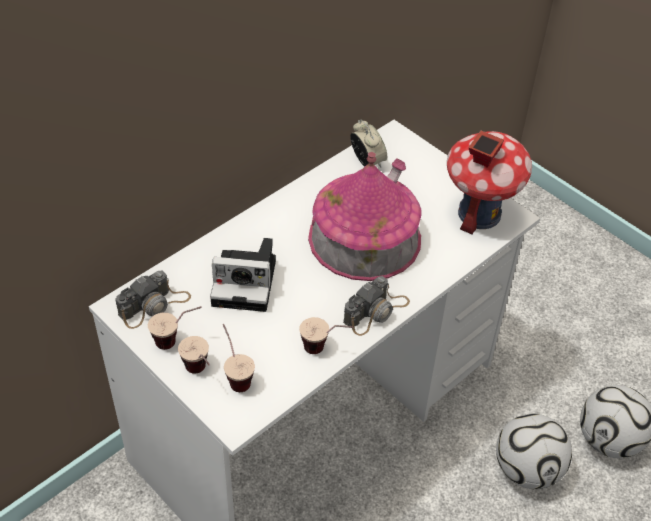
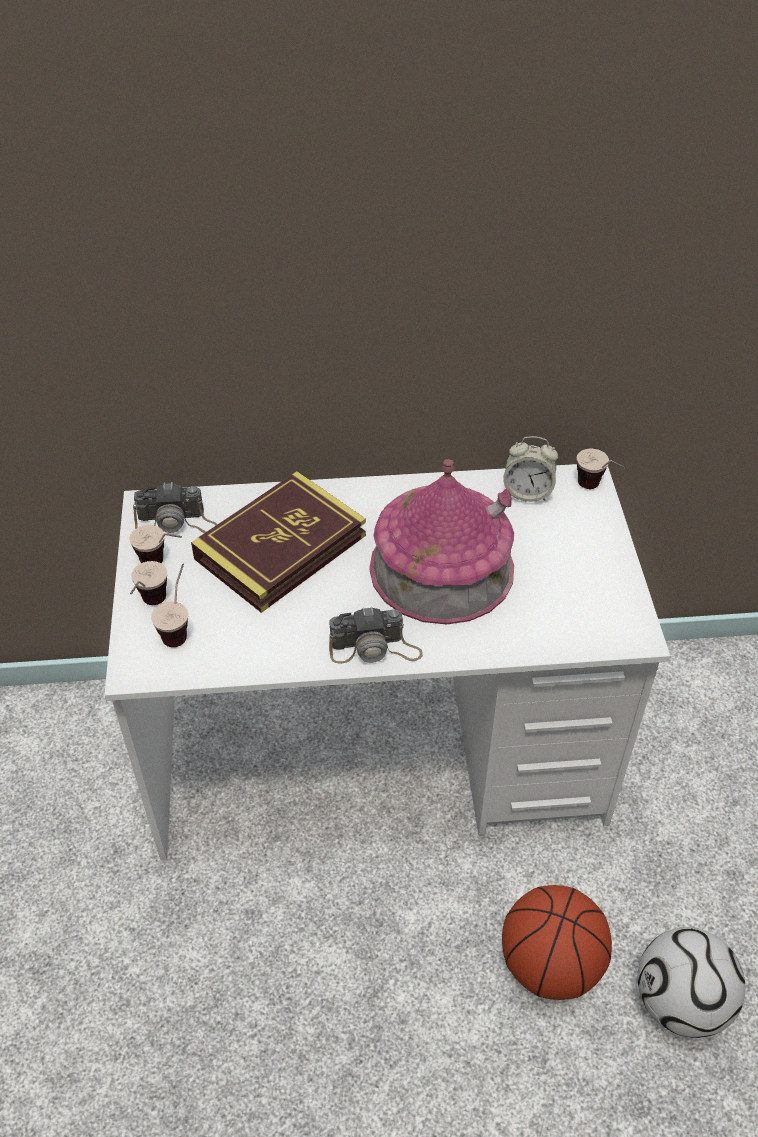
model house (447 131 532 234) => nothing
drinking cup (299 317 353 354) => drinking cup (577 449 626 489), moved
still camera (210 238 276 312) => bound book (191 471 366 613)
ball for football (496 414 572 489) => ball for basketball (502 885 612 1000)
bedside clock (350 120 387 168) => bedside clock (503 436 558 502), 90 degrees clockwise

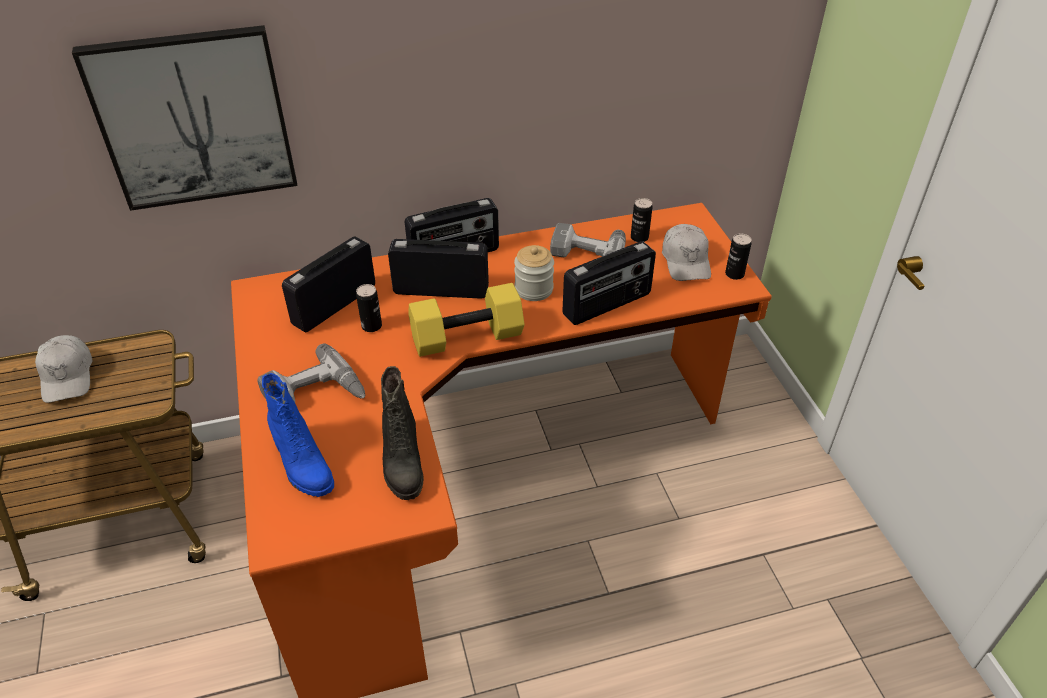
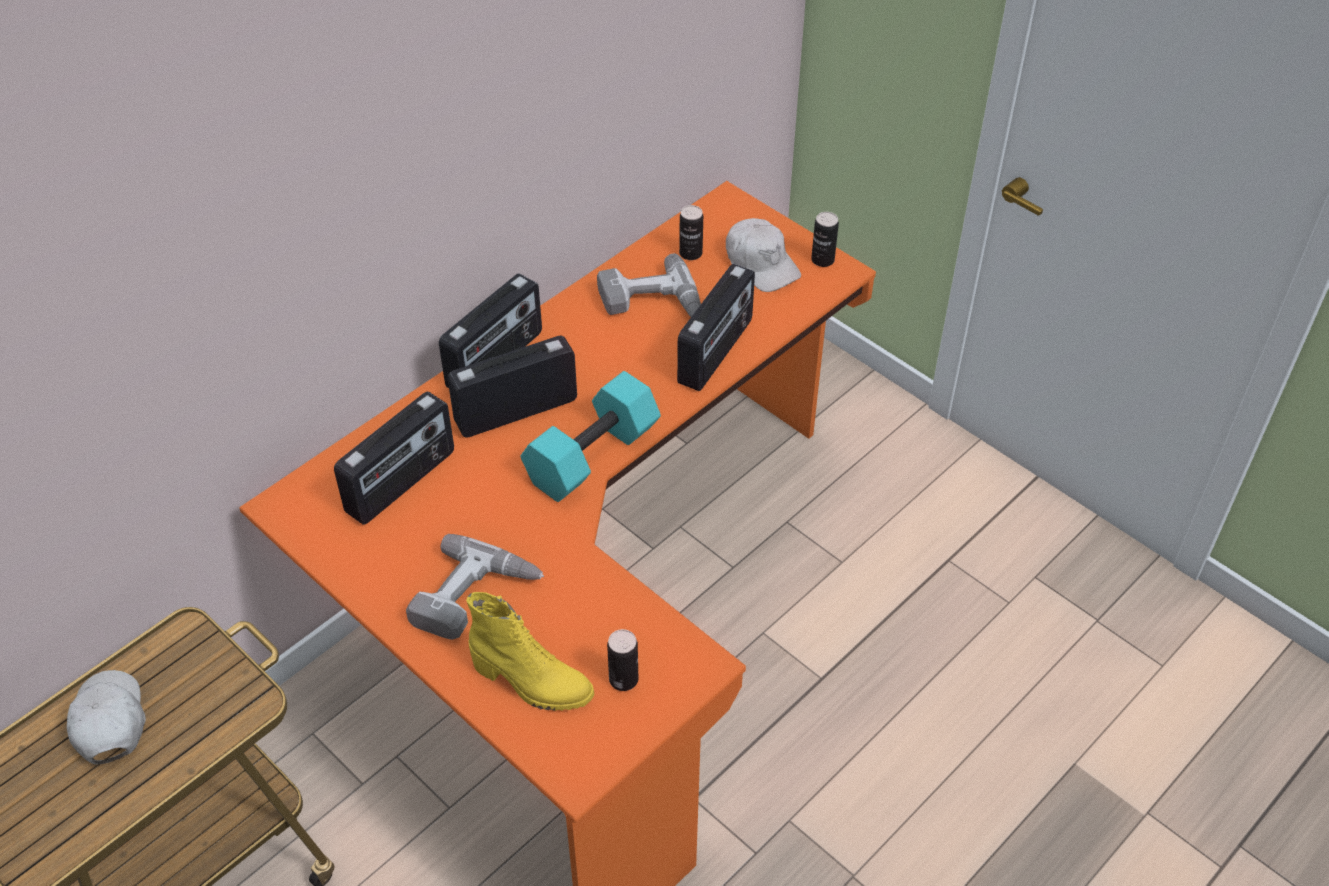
picture (72 25 298 211) => nothing
black tall boot (381 366 424 500) => nothing
preserve jar (514 245 554 301) => nothing
metal can (356 284 382 332) => metal can (607 629 638 691), moved
blue-coloured tall boot (262 373 334 497) => yellow-coloured tall boot (466 592 594 711)
yellow-coloured hand weight (408 283 525 357) => blue-green hand weight (521 371 661 502)
white-coloured cap (35 335 93 403) => white-coloured cap (67 670 146 764), 150 degrees counterclockwise
radio set (282 236 375 332) => radio set (334 392 454 524), 150 degrees counterclockwise

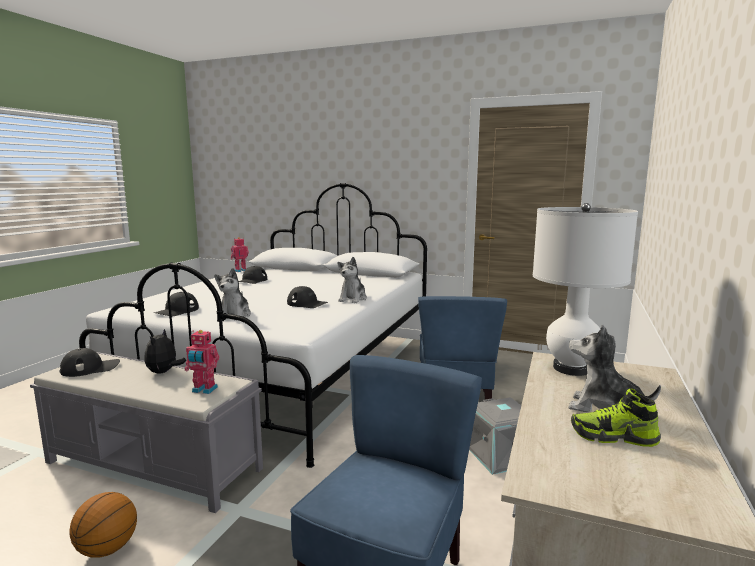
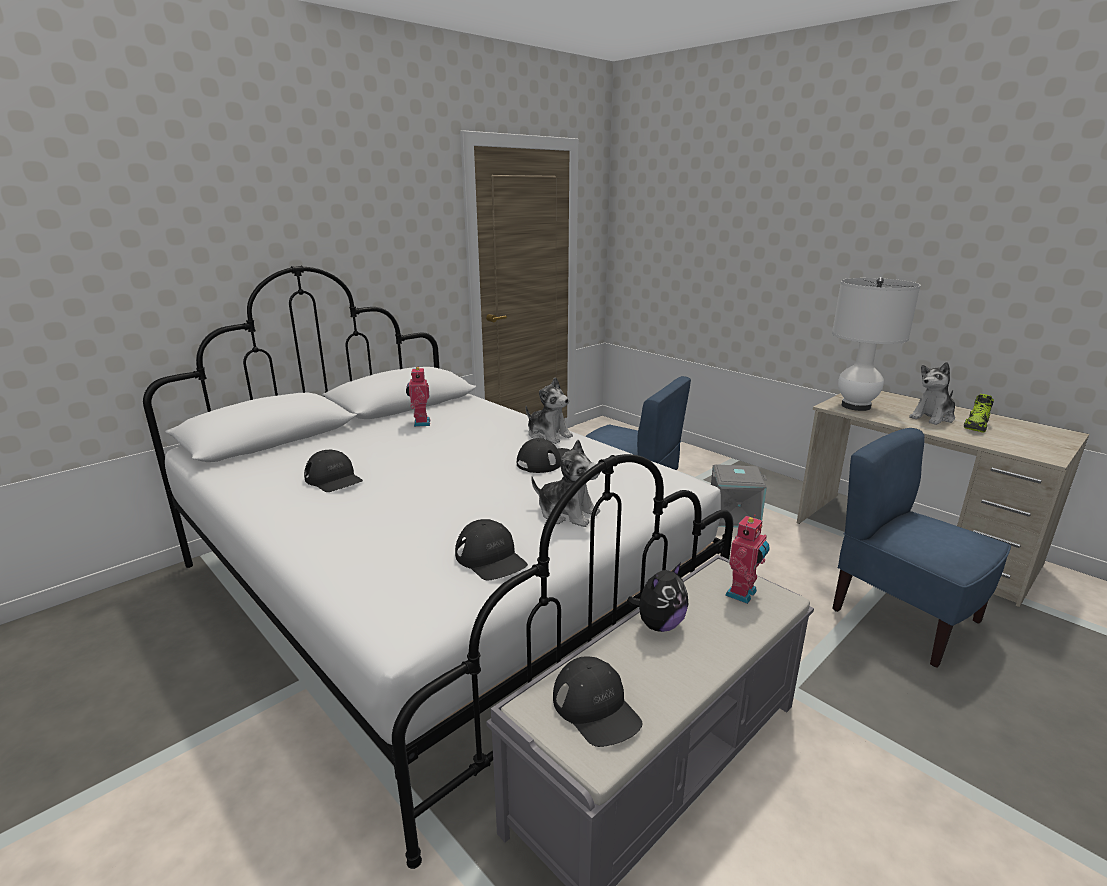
ball for basketball (69 492 137 558) => nothing
model robot (231 237 249 272) => model robot (406 366 430 427), moved
black cap (60 348 120 377) => black cap (553 656 643 747), 150 degrees clockwise
cuddly toy (144 329 186 374) => cuddly toy (627 563 688 632), 75 degrees counterclockwise

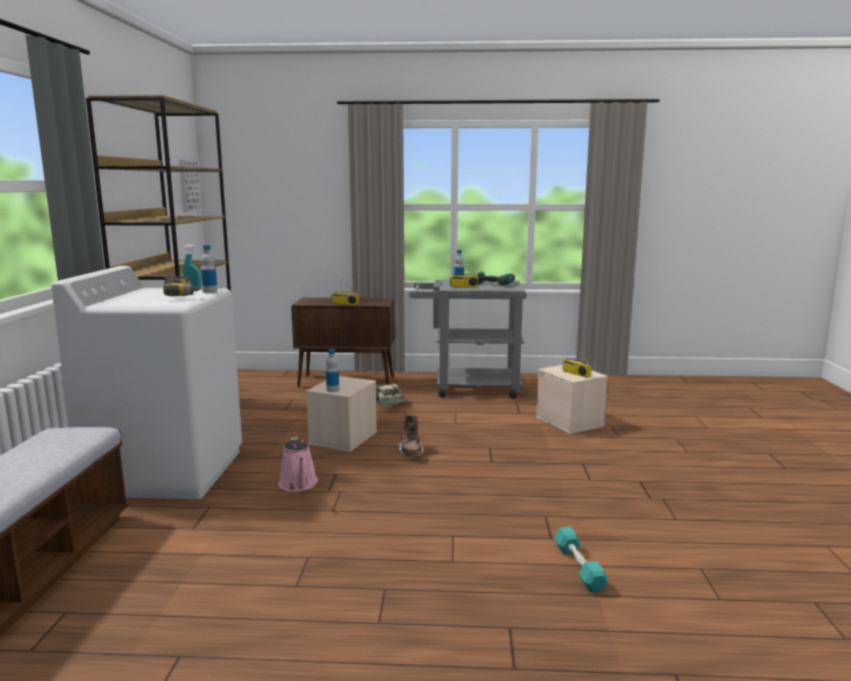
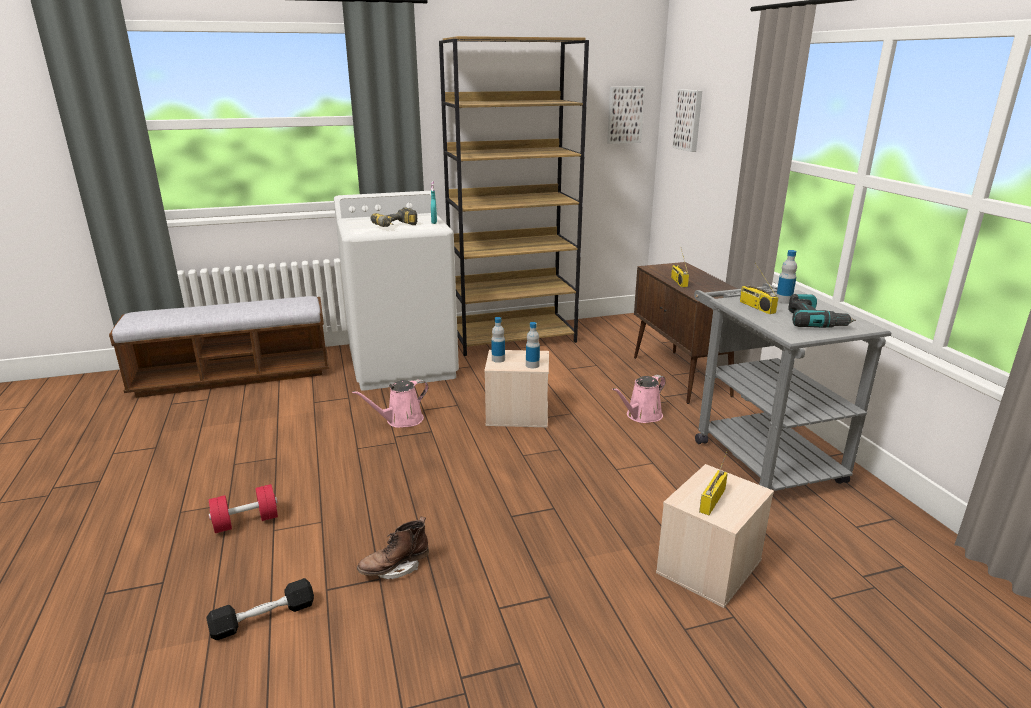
nothing => reddish hand weight (209 484 278 533)
nothing => picture (672 89 702 152)
drink bottle (201 245 218 293) => drink bottle (526 322 540 368), moved
brown tall boot (397 413 424 457) => brown tall boot (357 517 429 579), moved
cap (376 383 411 407) => pinkish watering can (612 375 666 423)
blue-green hand weight (554 527 609 592) => black hand weight (206 578 314 640)

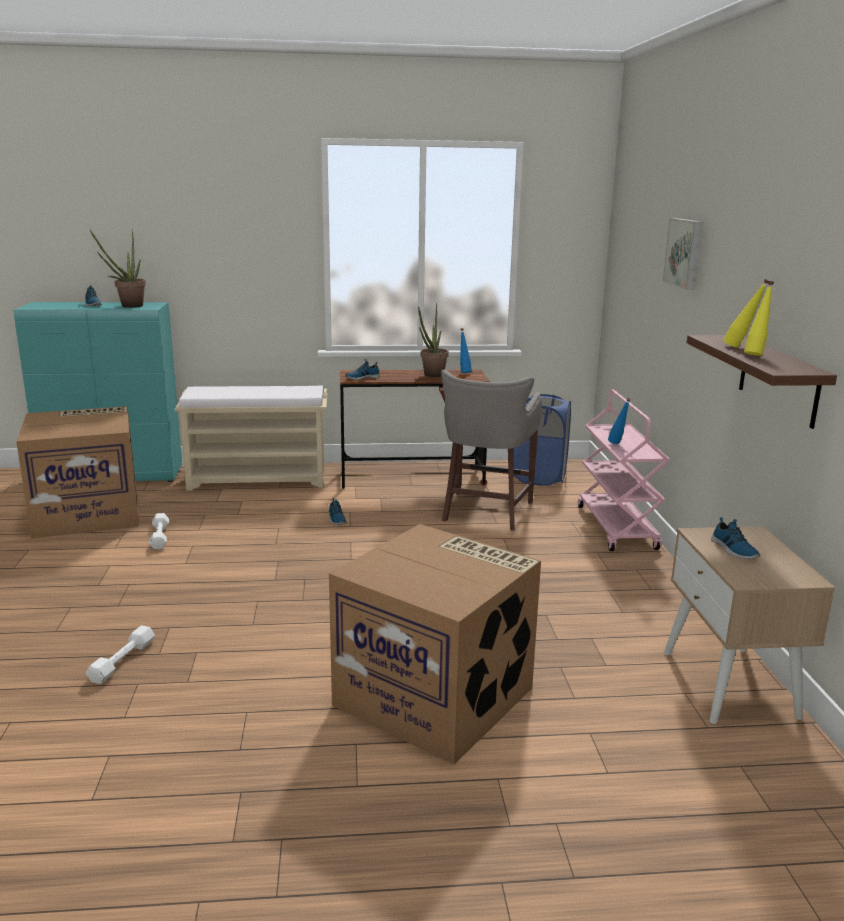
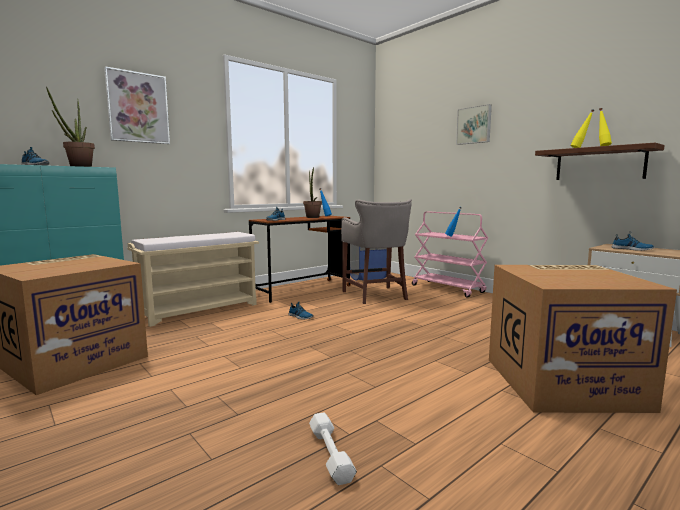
white-coloured hand weight (149 513 169 550) => nothing
nothing => picture (104 66 170 144)

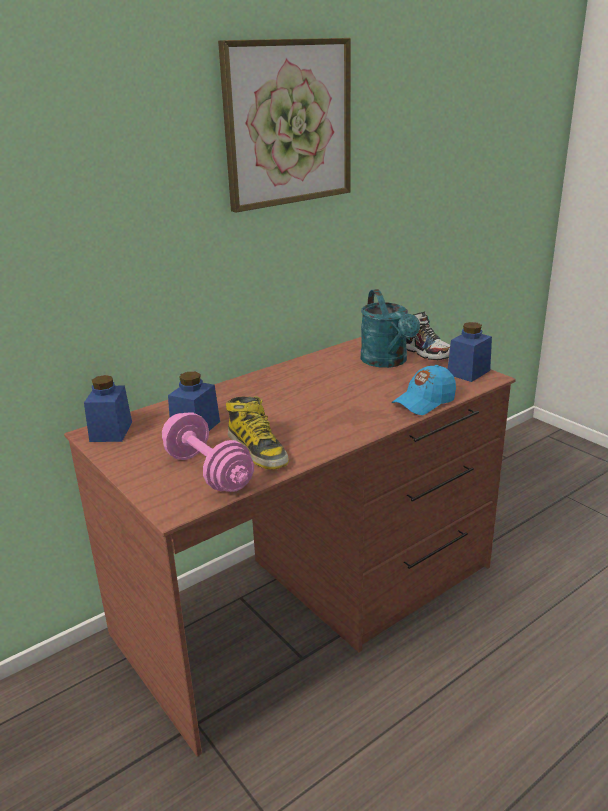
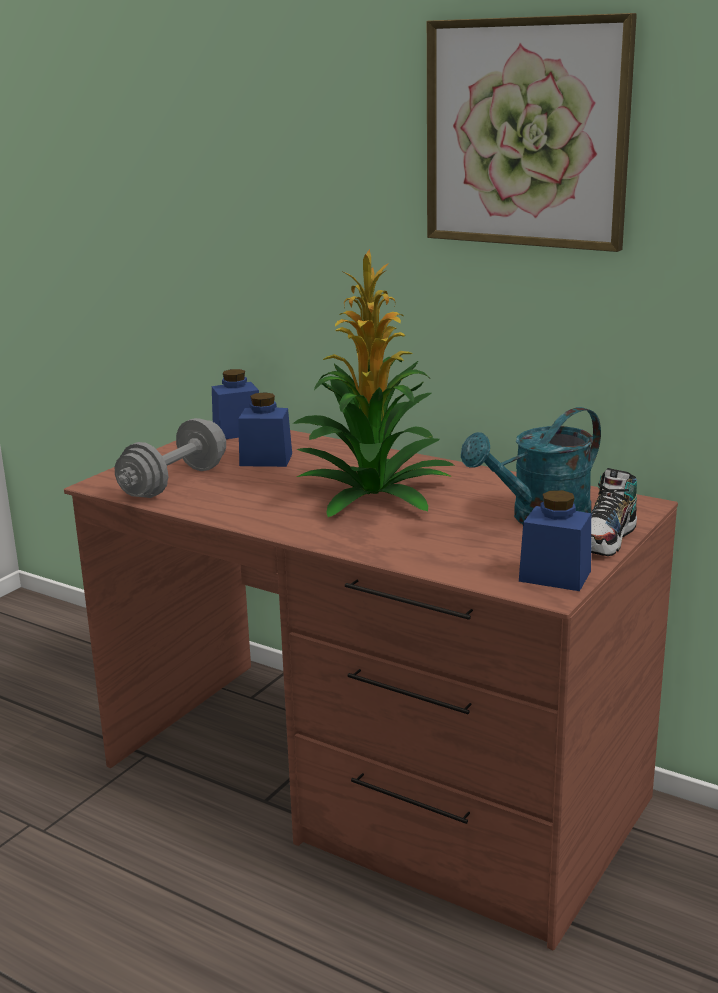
tall boot (226 396 289 469) => nothing
blue-coloured cap (392 365 456 415) => nothing
nothing => potted plant (293 249 454 517)
pinkish hand weight (162 412 254 492) => grey hand weight (115 418 226 498)

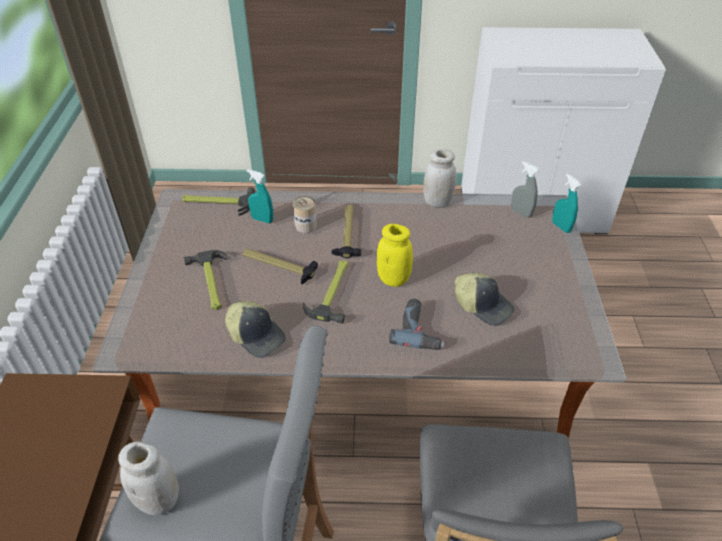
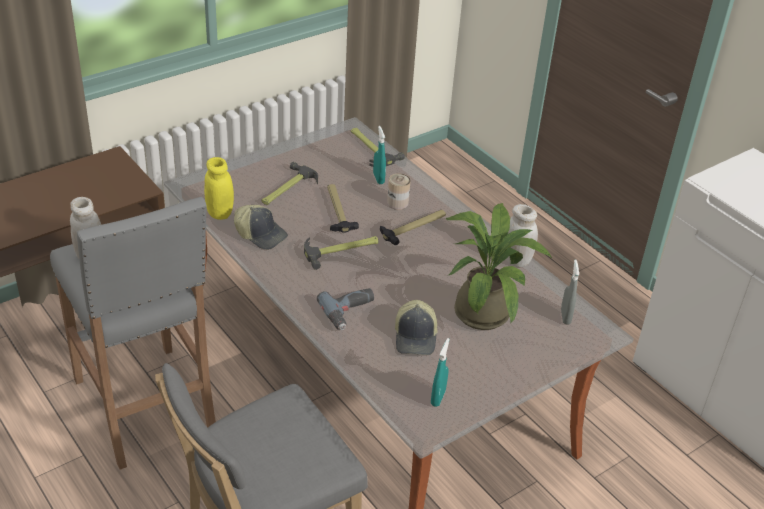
nothing => potted plant (446 203 552 330)
yellow-coloured preserve jar (377 224 413 287) => yellow-coloured preserve jar (204 157 234 220), moved
blue-green hand sprayer (552 174 581 233) => blue-green hand sprayer (431 338 450 407), moved
cap (225 301 286 358) => cap (234 205 288 250), 60 degrees counterclockwise

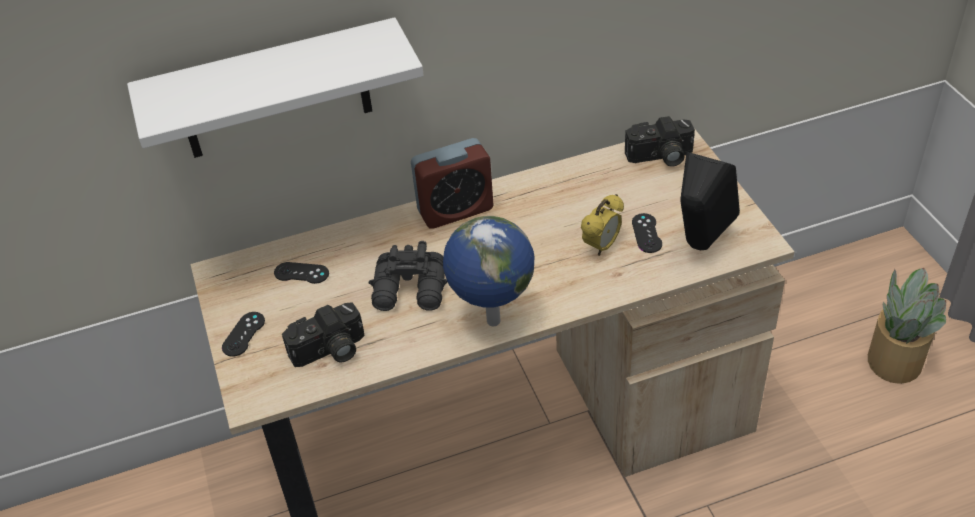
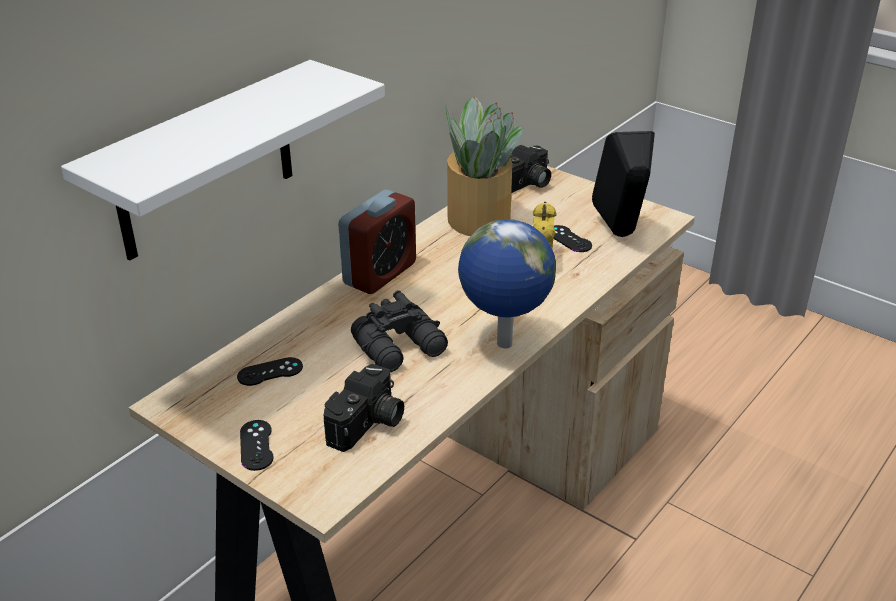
potted plant (868 268 946 384) => potted plant (446 96 523 236), moved

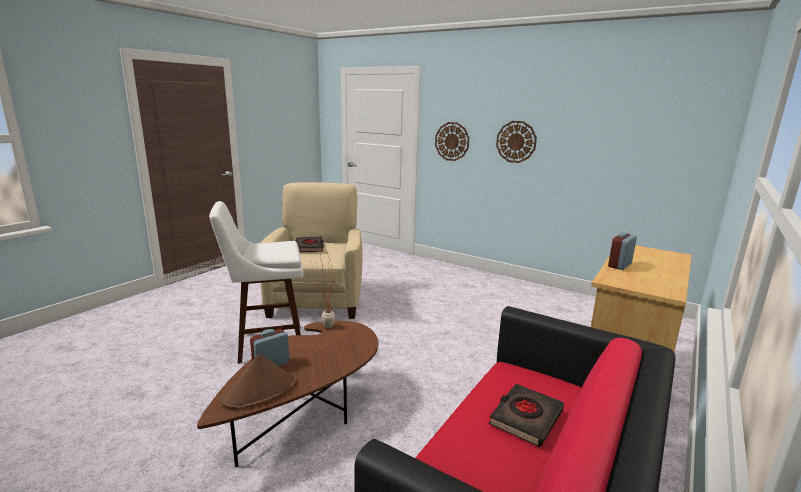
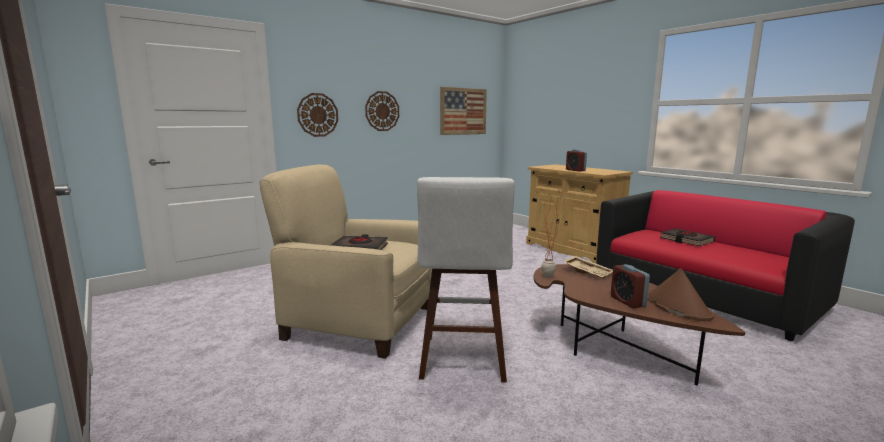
nothing => picture (440 87 487 135)
nothing => beige tray (562 256 613 279)

